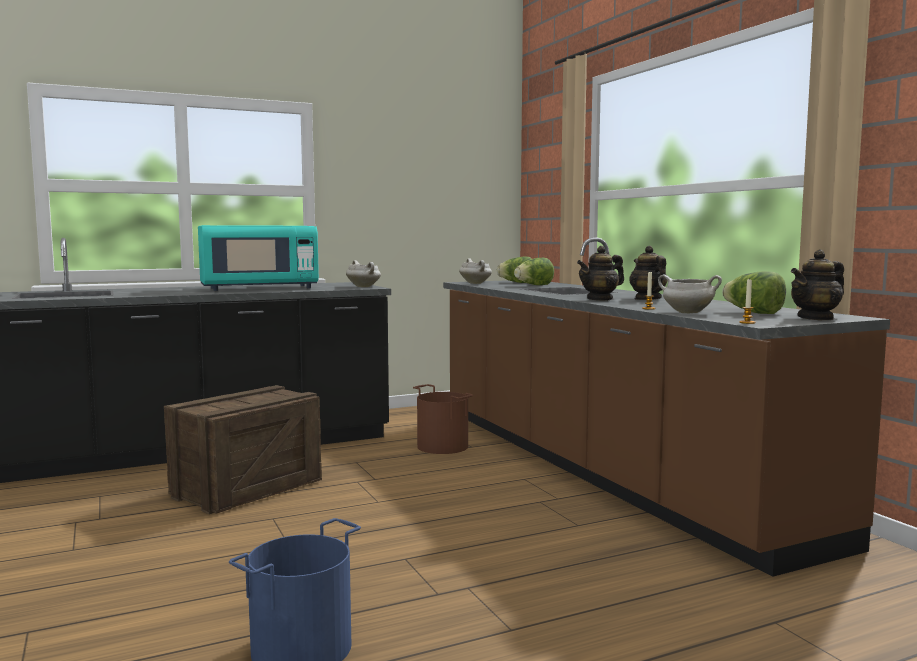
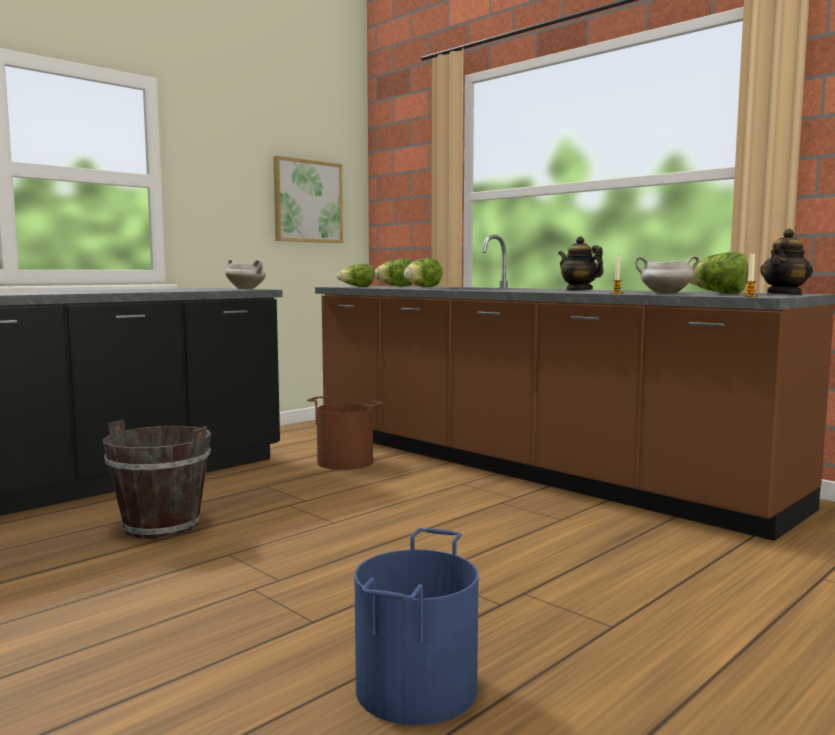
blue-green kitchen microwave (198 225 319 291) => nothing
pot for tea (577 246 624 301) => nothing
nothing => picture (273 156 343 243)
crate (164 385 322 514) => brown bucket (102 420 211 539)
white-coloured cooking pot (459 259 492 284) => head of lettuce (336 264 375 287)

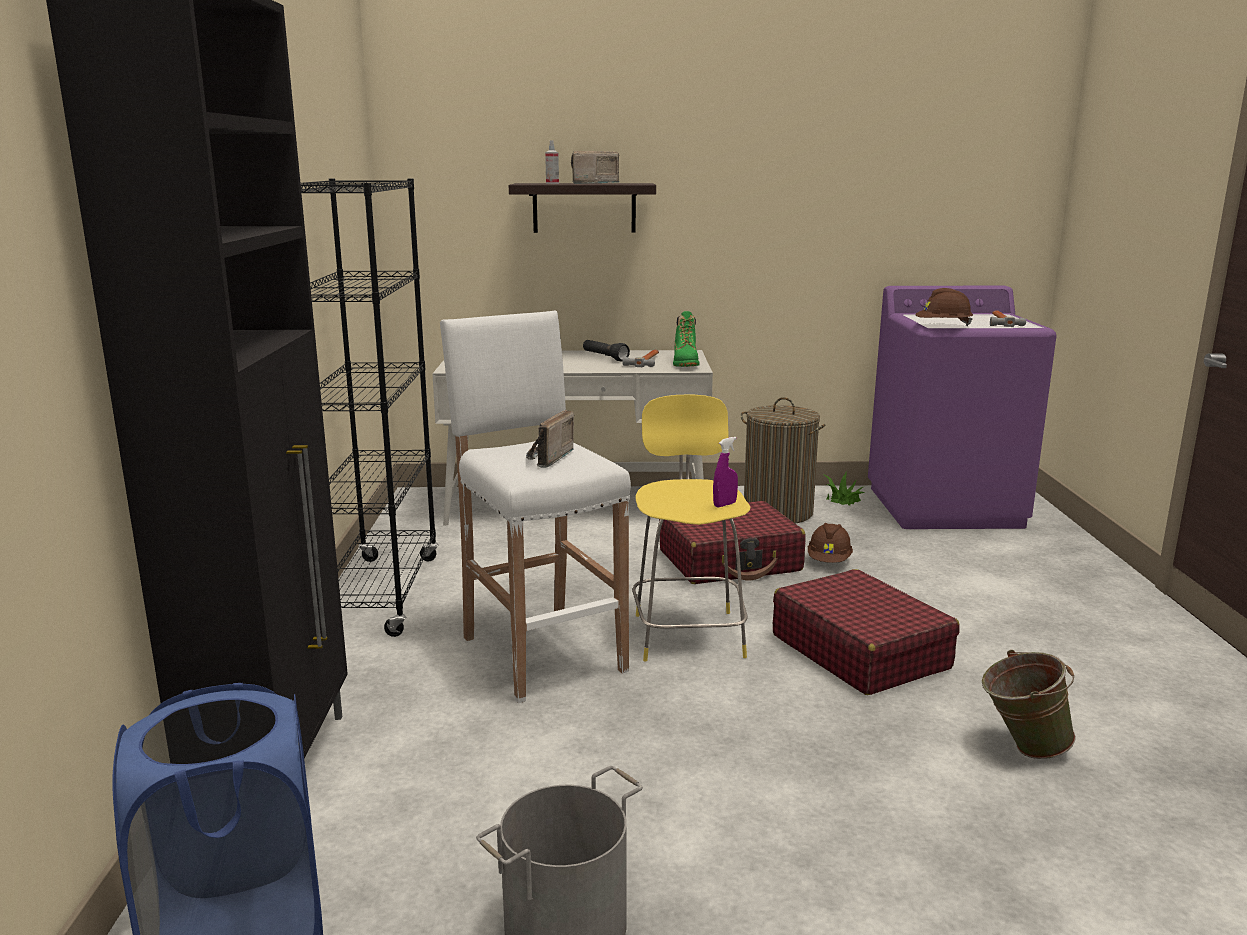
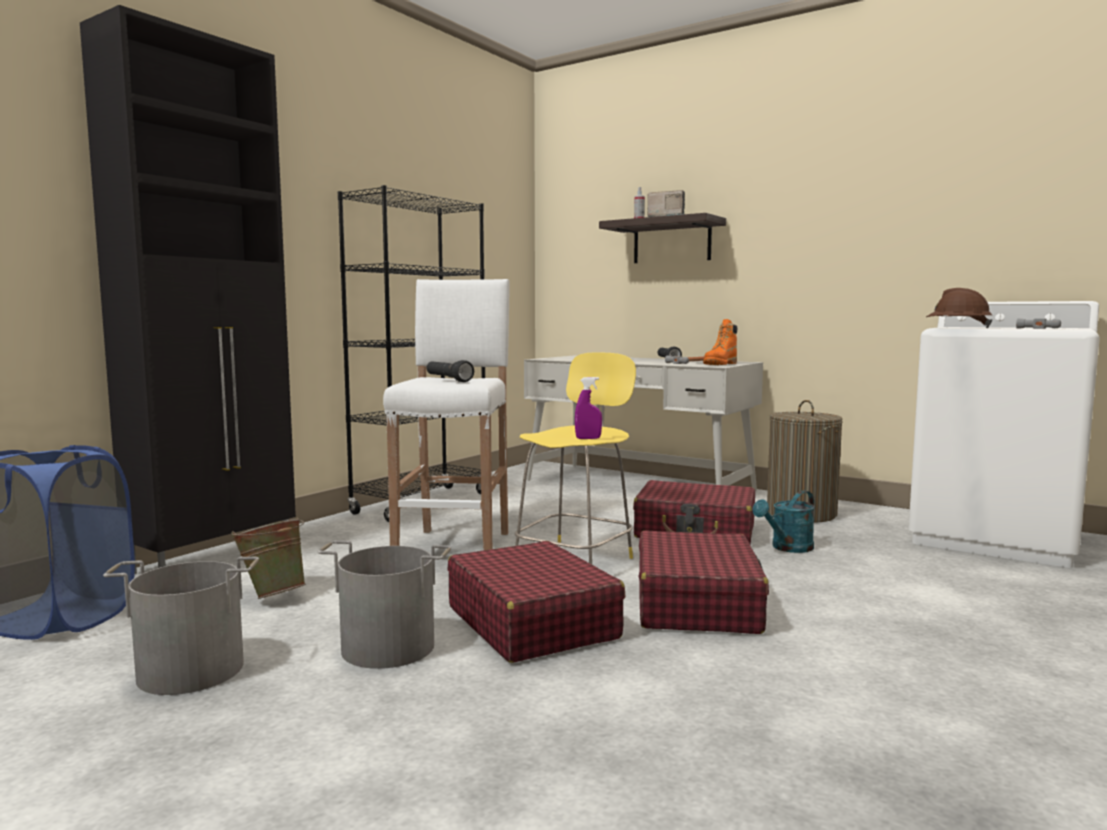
potted plant (822 472 865 505) => nothing
nothing => grey bucket (317 540 451 669)
nothing => reddish travel case (448 541 625 663)
greenish bucket (982 650 1076 759) => greenish bucket (231 518 306 599), moved
radio set (526 410 574 468) => black flashlight (427 360 474 382)
brown work helmet (808 523 853 563) => blue-green watering can (752 491 814 553)
greenish tall boot (673 311 700 367) => orangey tall boot (703 319 737 365)
purple washing machine (868 286 1057 529) => white-coloured washing machine (908 301 1100 568)

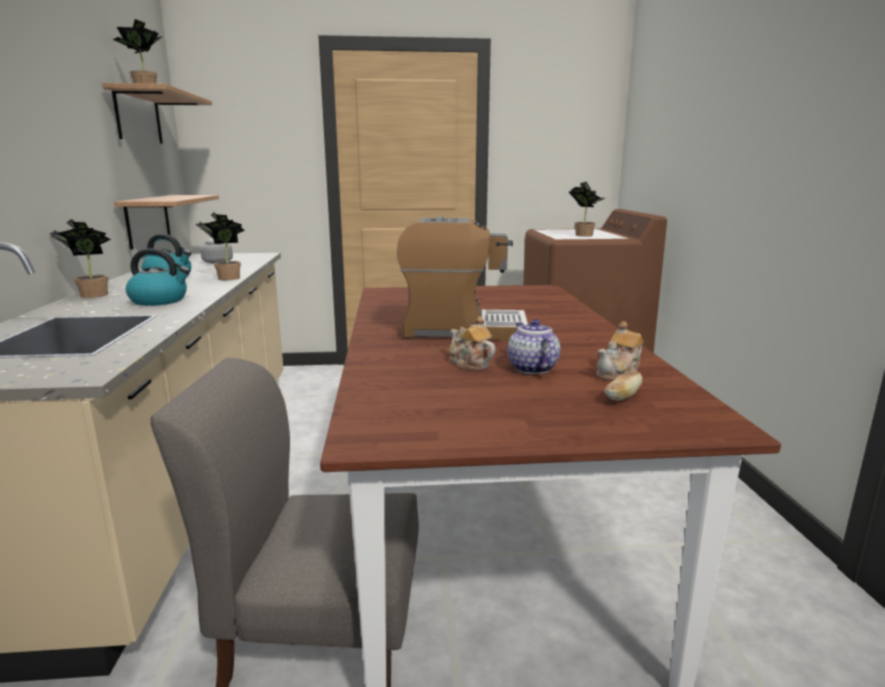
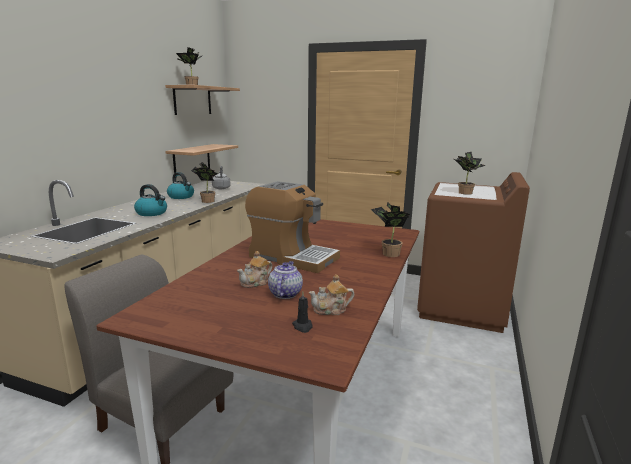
potted plant (49 219 111 298) => potted plant (371 202 410 257), moved
bakery bread (604 371 642 401) => black wax light (292 291 313 333)
pot for tea (449 316 495 370) => pot for tea (237 251 272 288), 120 degrees counterclockwise

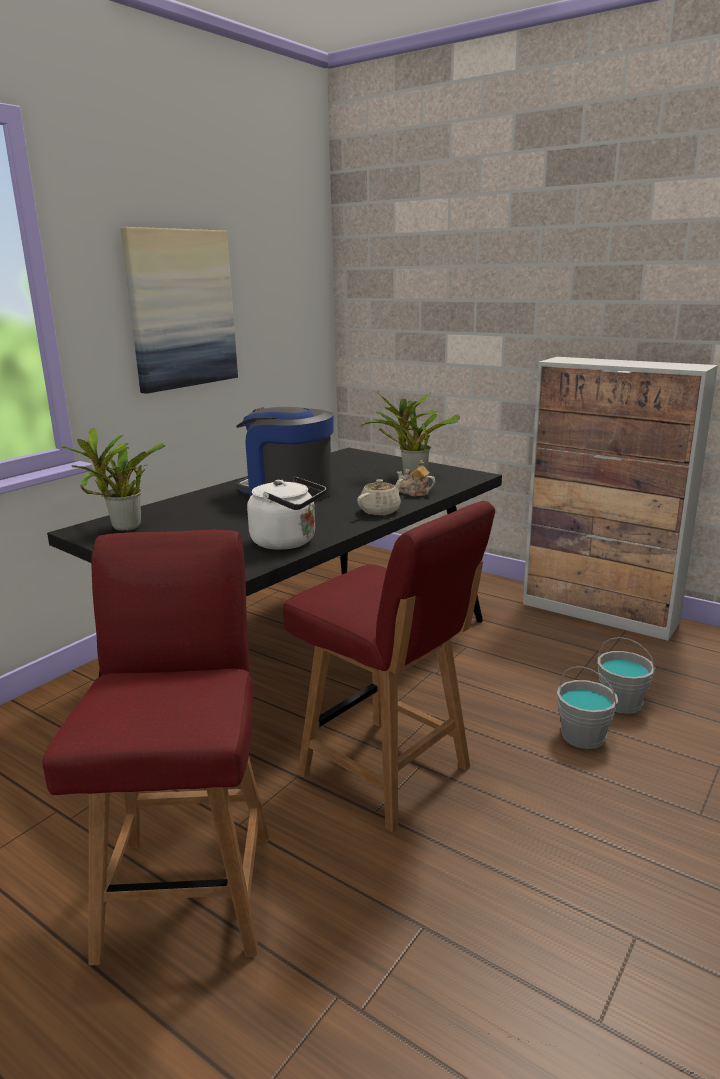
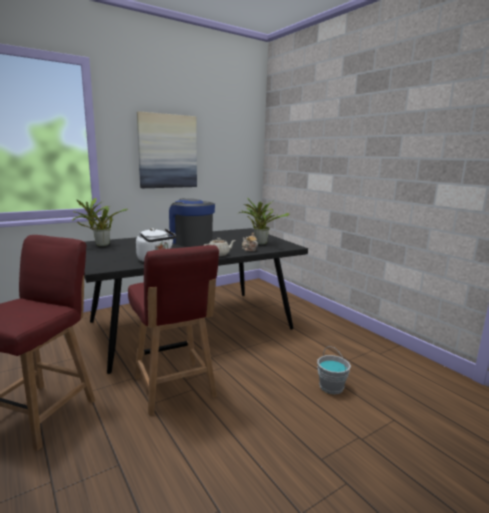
cabinet (523 357 718 641) => nothing
grey bucket (557 666 618 749) => nothing

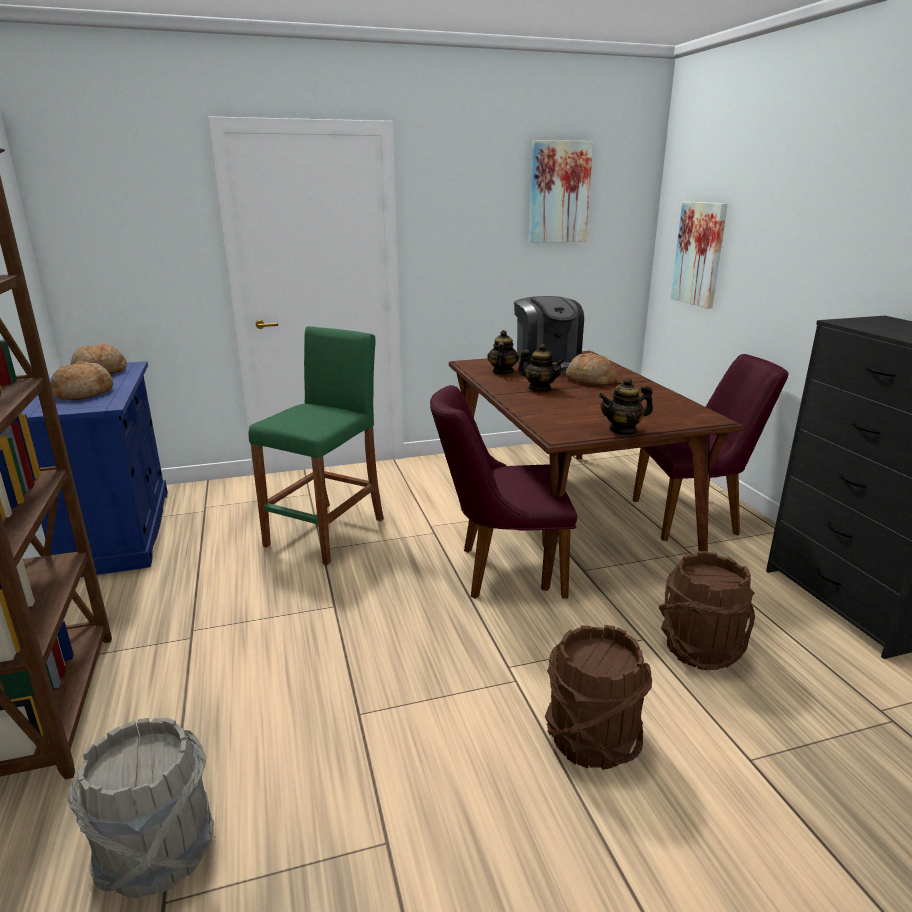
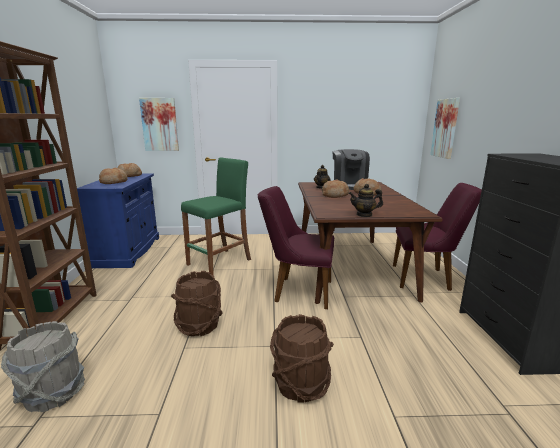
picture (529 140 593 243) => picture (139 98 179 151), moved
brown bucket (659 551 755 670) => brown bucket (171 271 223 337), moved
pot for tea (518 344 565 391) => bakery bread (322 180 349 198)

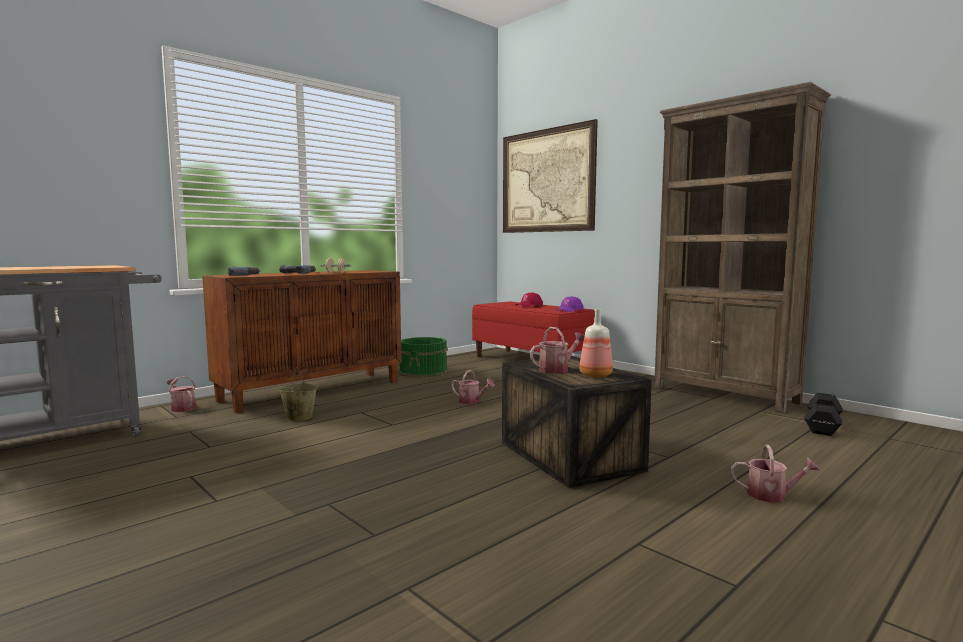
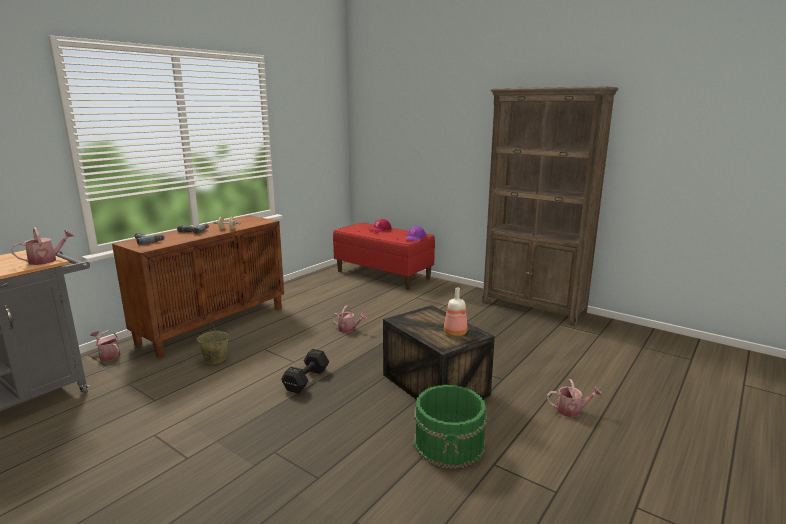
picture (503 119 598 233) => nothing
greenish bucket (398 337 448 378) => greenish bucket (414 385 487 469), moved
watering can (530 327 584 374) => watering can (11 227 75 265), moved
black hand weight (804 393 843 436) => black hand weight (281 349 329 394), moved

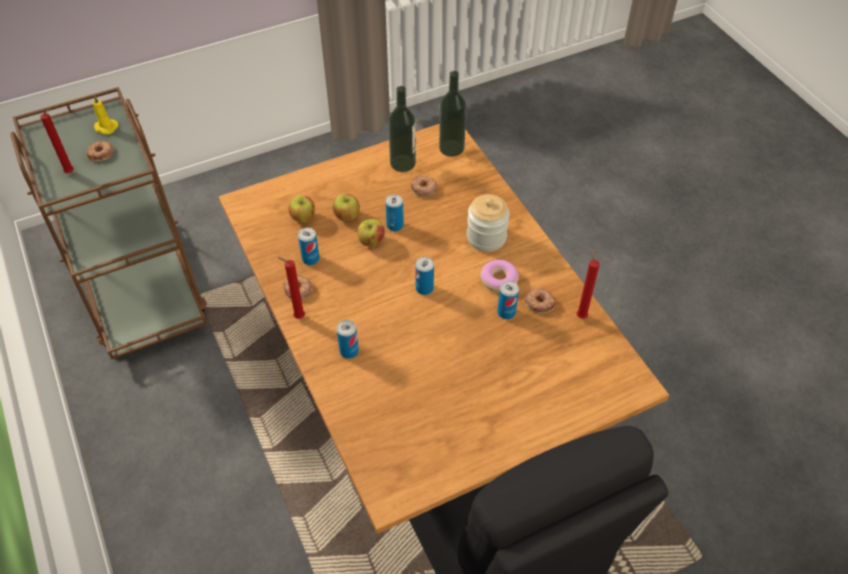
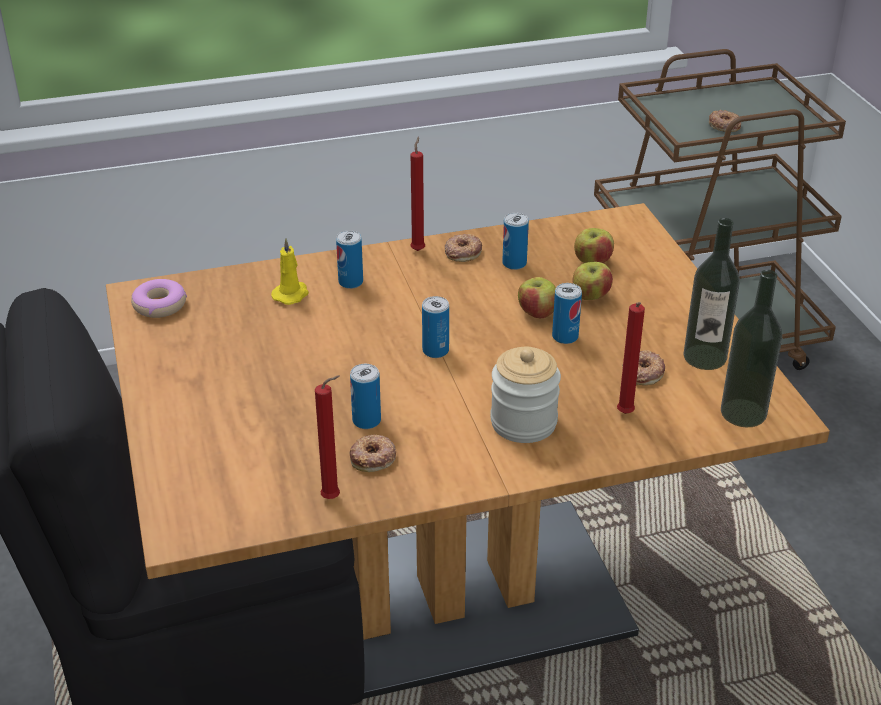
reddish wax light (40 109 74 173) => reddish wax light (617 302 645 414), moved
yellow-coloured wax light (93 95 118 135) => yellow-coloured wax light (271 238 309 305), moved
doughnut (480 260 519 292) => doughnut (131 279 187 318), moved

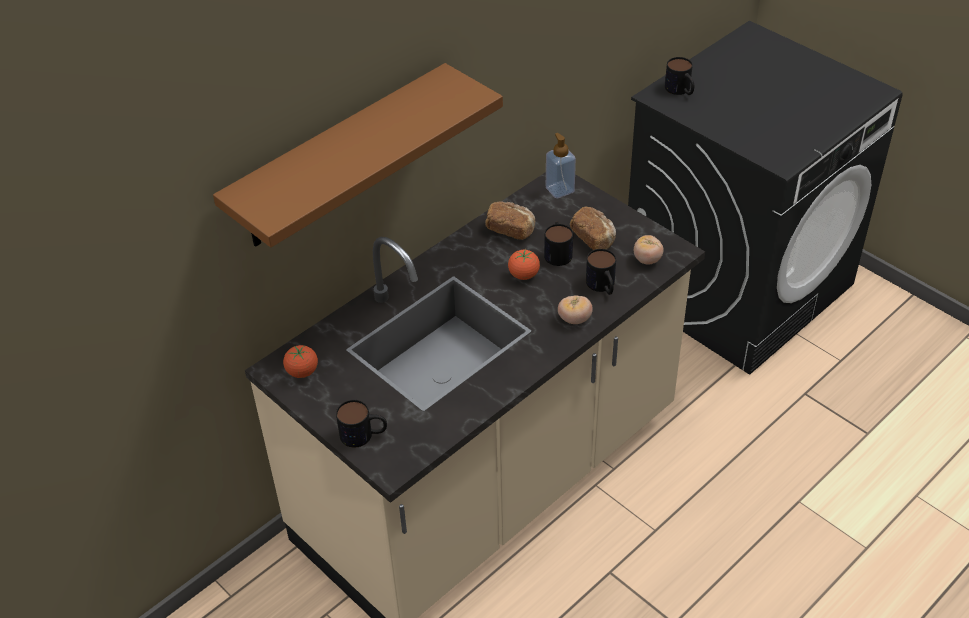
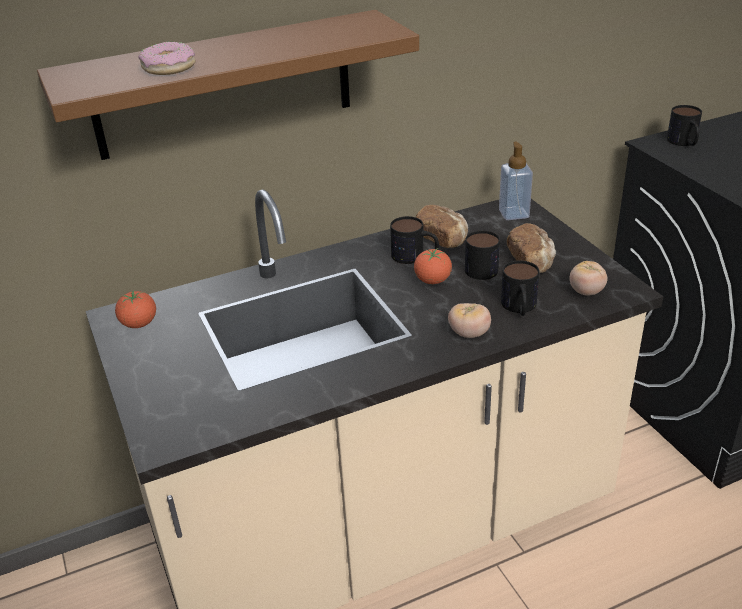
nothing => doughnut (138 42 196 75)
tea mug (336 400 387 448) => tea mug (390 216 439 264), moved

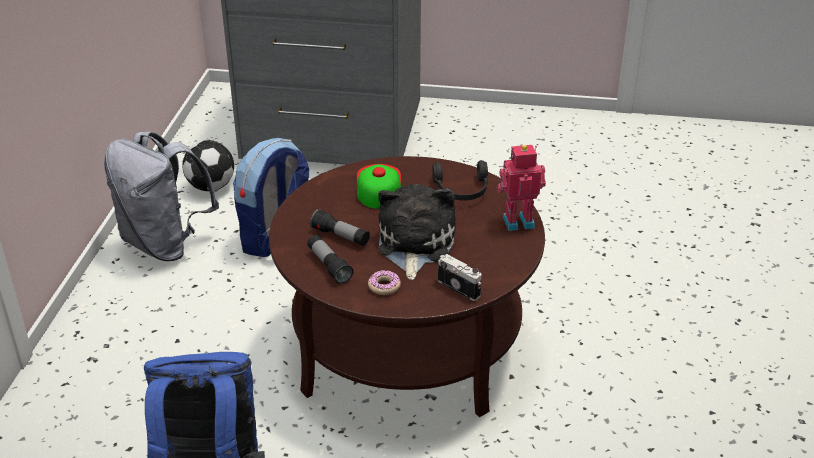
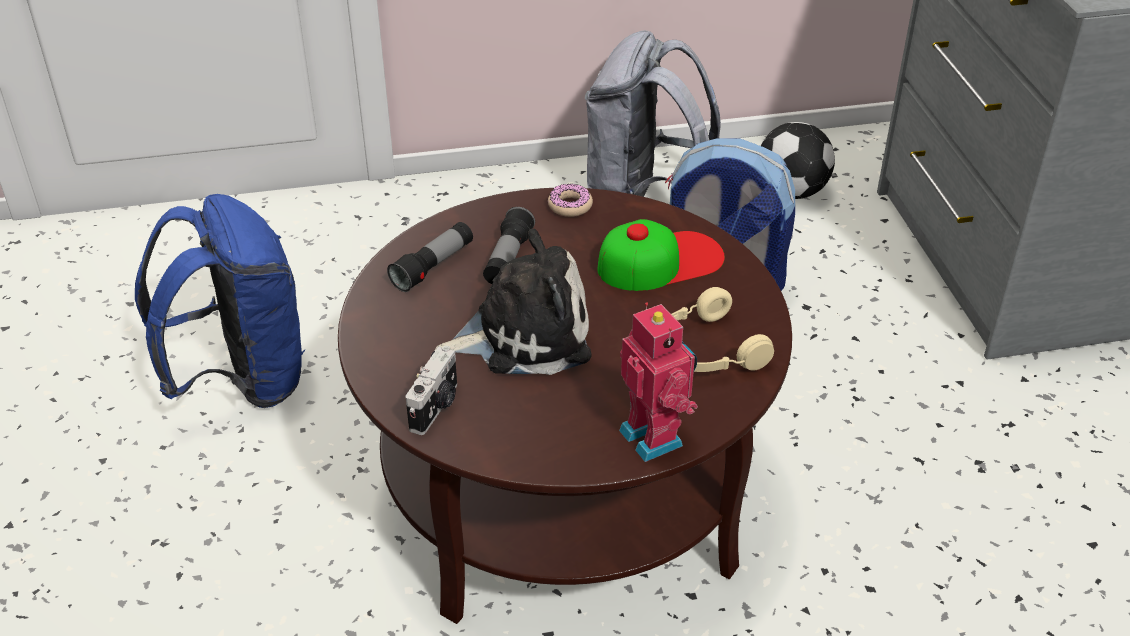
doughnut (368 270 401 295) => doughnut (548 183 593 217), moved
black headset (432 160 488 200) => beige headset (671 287 774 372)

